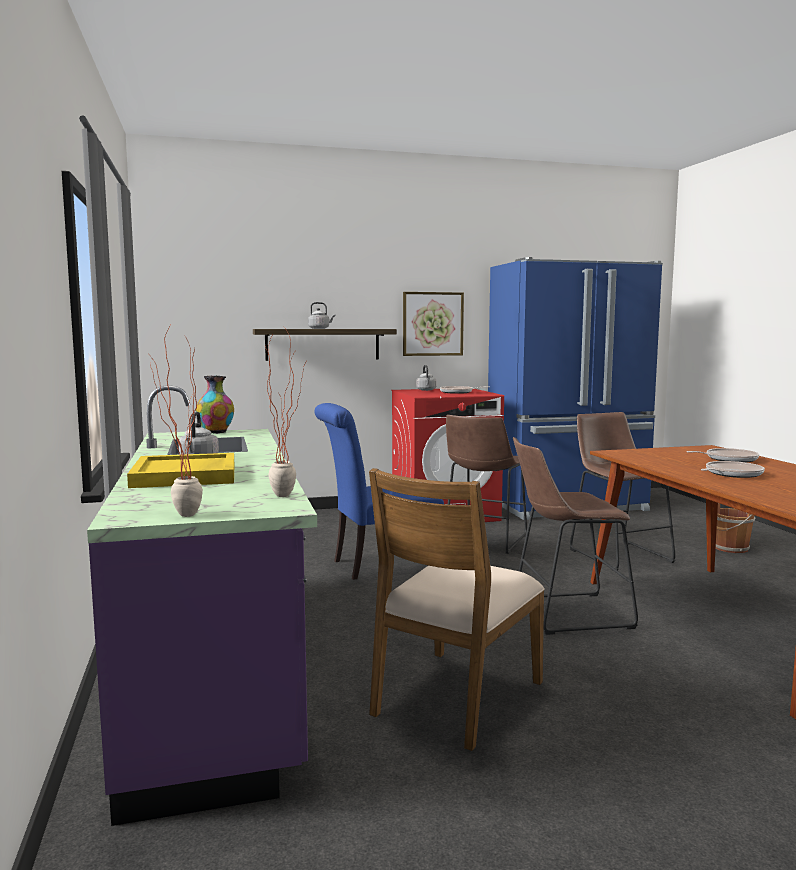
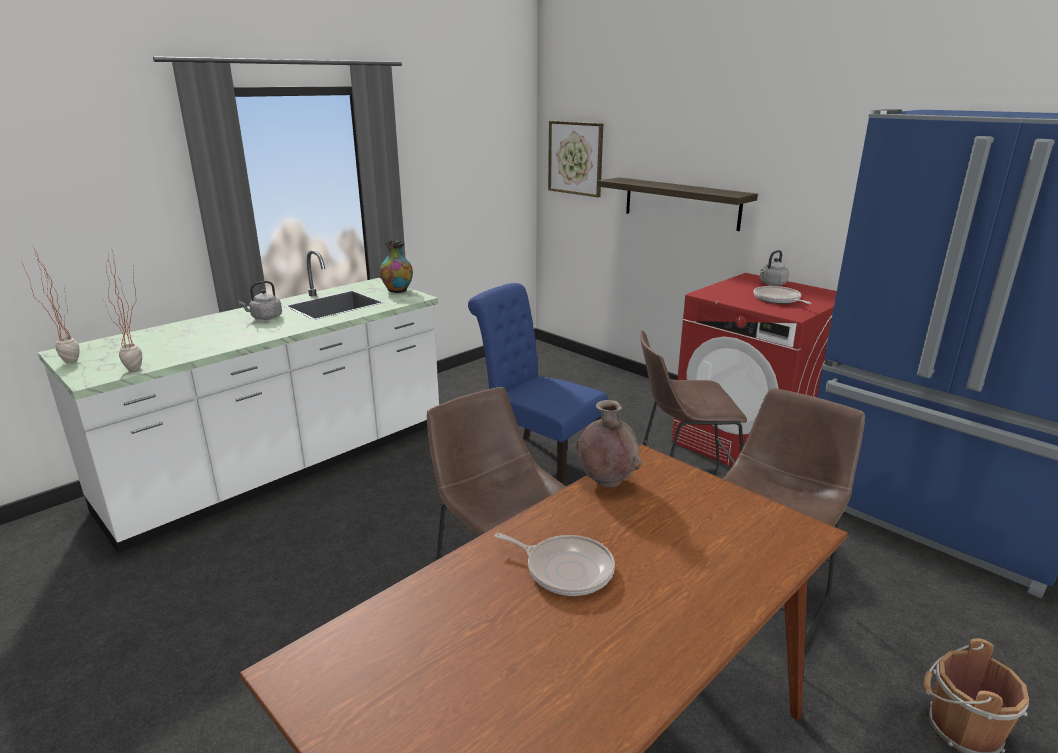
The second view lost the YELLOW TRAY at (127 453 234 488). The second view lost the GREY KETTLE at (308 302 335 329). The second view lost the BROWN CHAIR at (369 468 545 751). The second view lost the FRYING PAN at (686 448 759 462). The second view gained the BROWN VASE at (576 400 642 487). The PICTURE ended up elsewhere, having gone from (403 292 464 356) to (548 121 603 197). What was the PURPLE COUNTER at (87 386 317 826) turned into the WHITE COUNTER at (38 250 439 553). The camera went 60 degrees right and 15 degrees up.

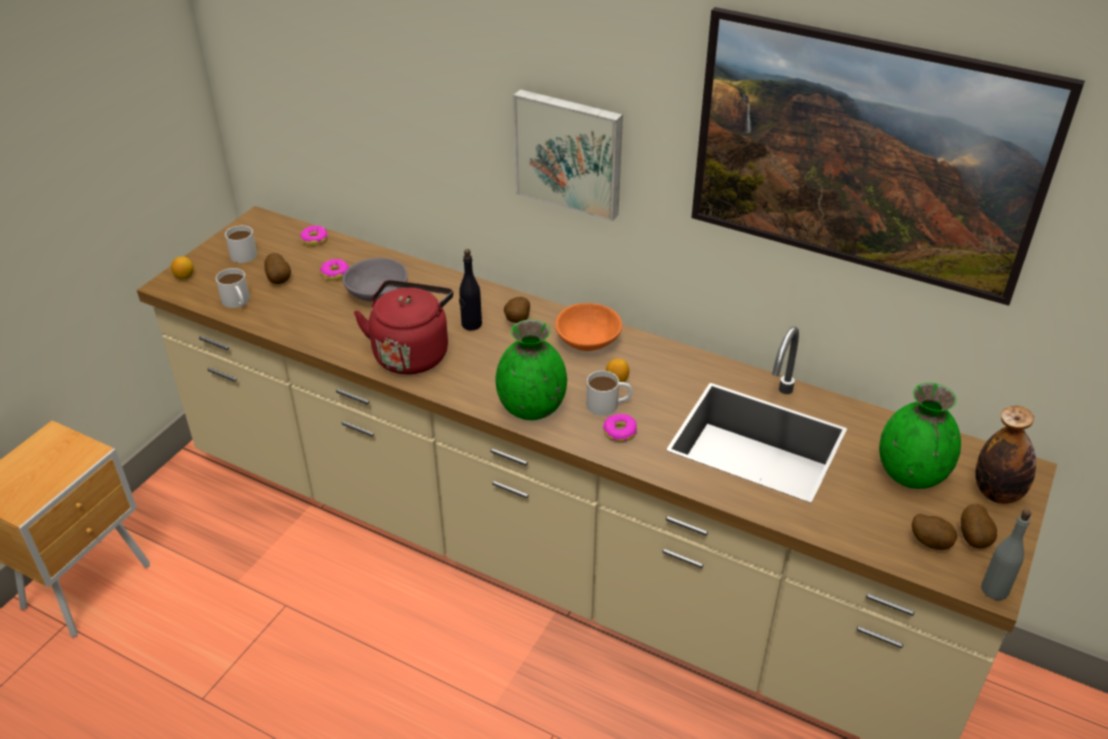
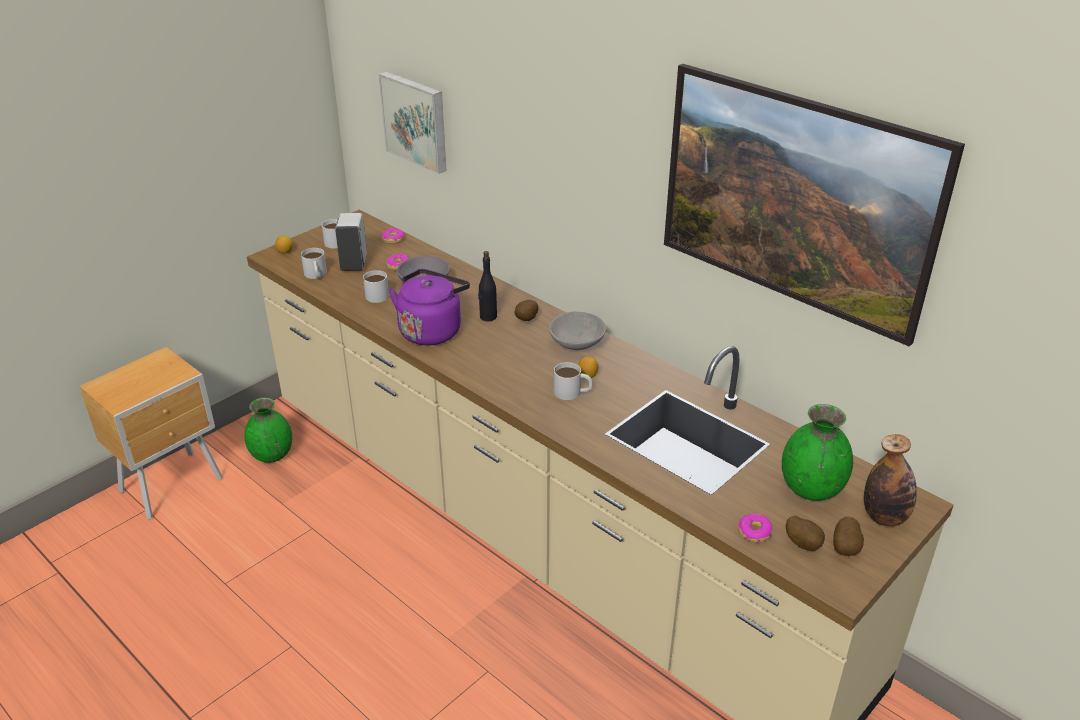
The second view lost the GREY BOTTLE at (981 509 1031 600). The second view gained the WHITE MUG at (363 270 389 303). The GREEN VASE ended up elsewhere, having gone from (496 319 567 420) to (244 398 292 463). The PICTURE ended up elsewhere, having gone from (513 89 623 221) to (379 71 447 174). The DONUT ended up elsewhere, having gone from (603 414 637 442) to (738 514 773 542). Where the POTATO stood at (264 253 291 284), the WHITE SOAP DISPENSER came to stand at (335 213 367 271). What was the RED KETTLE at (354 280 453 374) turned into the PURPLE KETTLE at (389 269 470 345). What was the ORANGE BOWL at (555 303 622 351) turned into the GREY BOWL at (549 312 606 350). The camera went 15 degrees right and 5 degrees down.

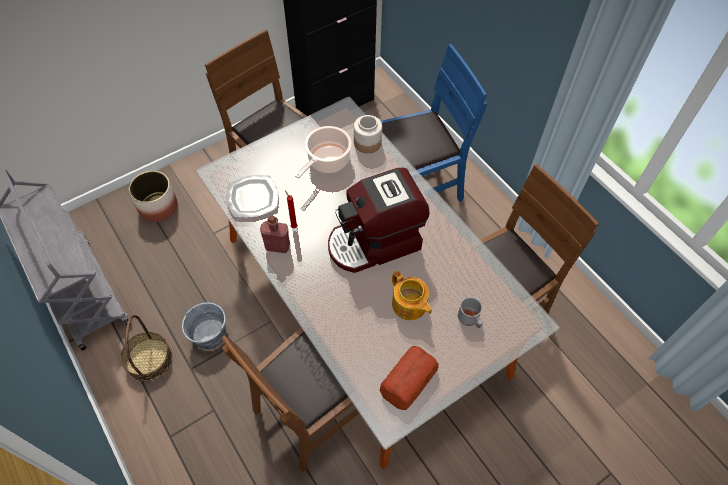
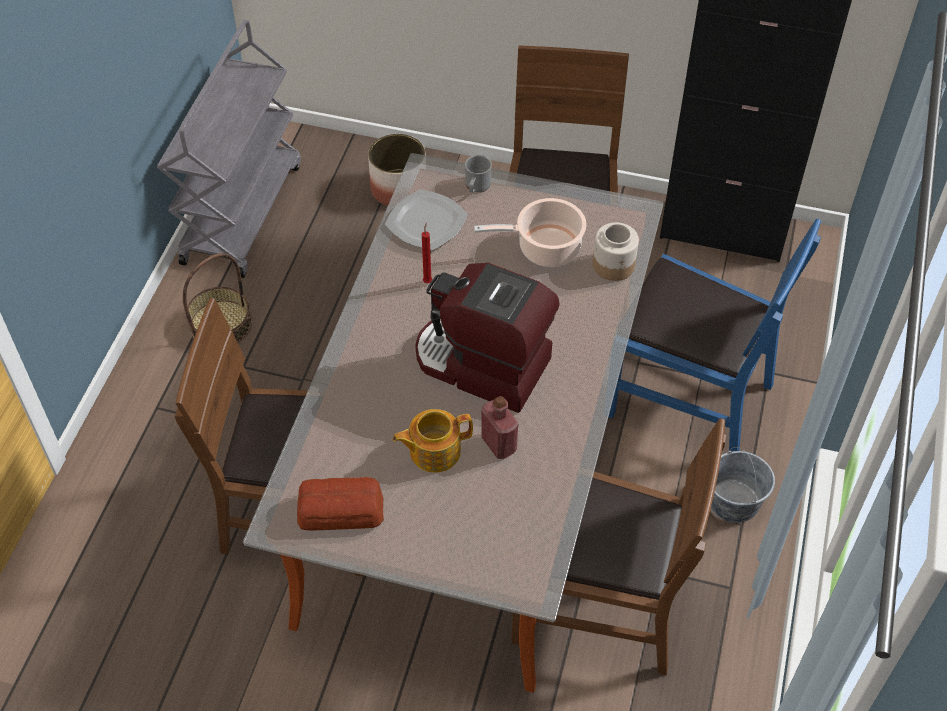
The GREY BUCKET ended up elsewhere, having gone from (182 302 226 350) to (711 447 775 523). The RED BOTTLE ended up elsewhere, having gone from (260 216 290 253) to (481 396 519 459). The GREY MUG ended up elsewhere, having gone from (458 297 483 328) to (465 155 492 192). The TEAPOT at (392 271 432 320) ended up facing another way, 60 degrees clockwise from before. The camera went 50 degrees right and 5 degrees down.

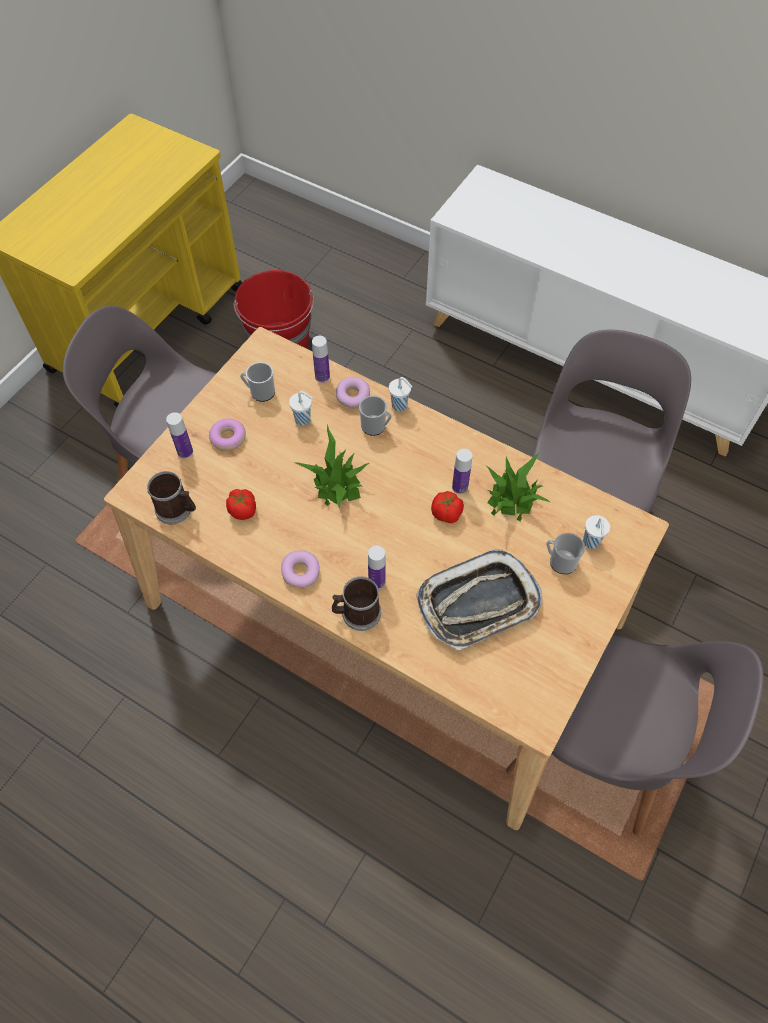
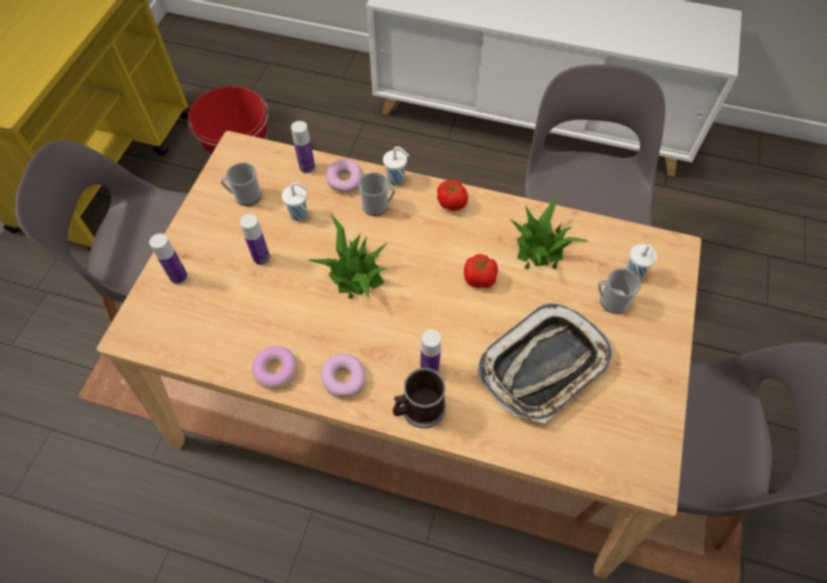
The second view lost the MUG at (147 471 196 524). The DONUT ended up elsewhere, having gone from (209 419 246 451) to (252 346 297 389). The TOMATO ended up elsewhere, having gone from (226 489 256 520) to (437 179 468 211). The BOTTLE ended up elsewhere, having gone from (452 449 472 494) to (240 214 270 265). The camera went 15 degrees left and 0 degrees up.

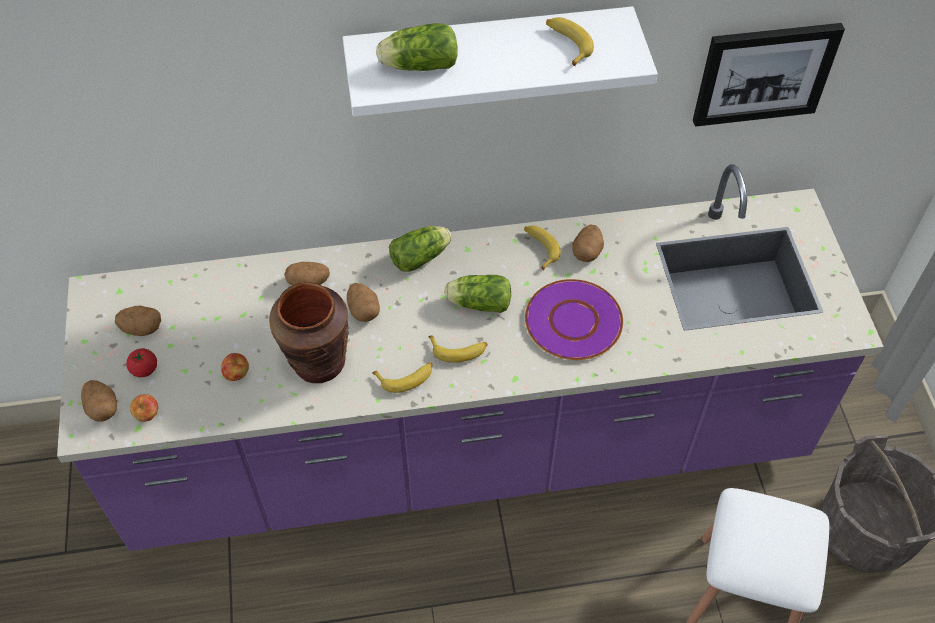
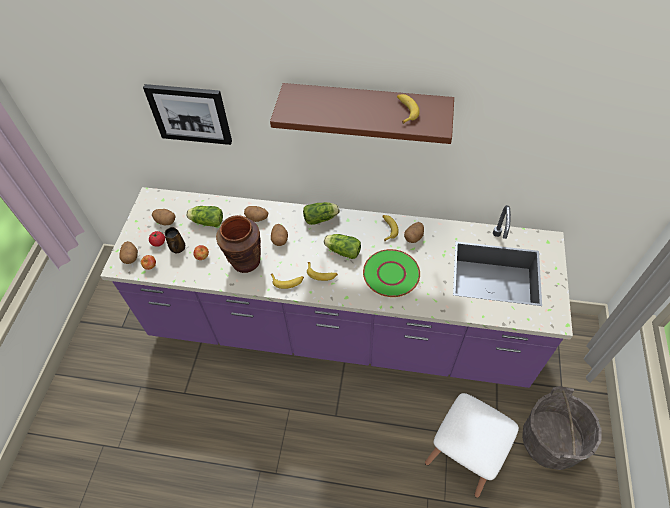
The second view gained the BROWN MUG at (165 227 185 253). The LETTUCE ended up elsewhere, having gone from (376 23 458 71) to (186 206 223 227). The PICTURE ended up elsewhere, having gone from (693 23 845 127) to (143 84 232 145). What was the WHITE SHELF at (342 6 658 117) turned into the BROWN SHELF at (270 83 454 144). What was the PURPLE PLATE at (525 279 623 360) turned into the GREEN PLATE at (363 249 420 297). The camera went 20 degrees right and 0 degrees up.

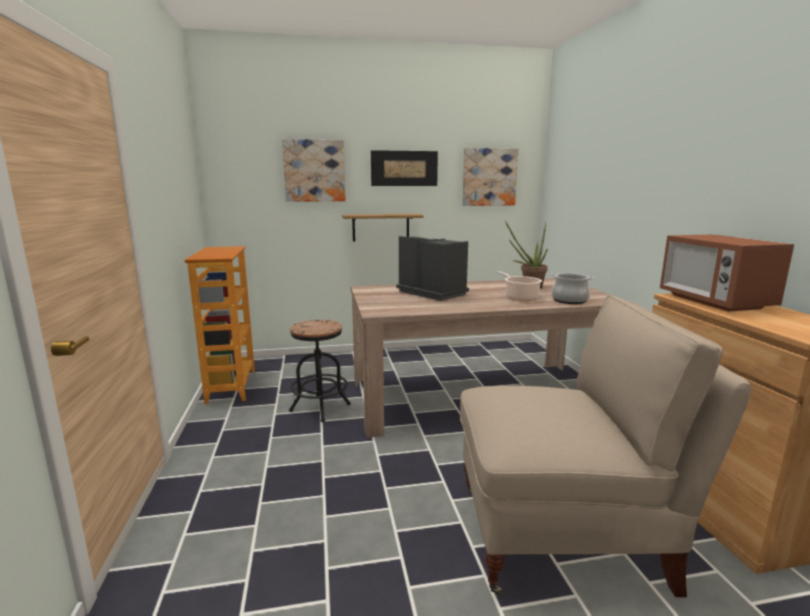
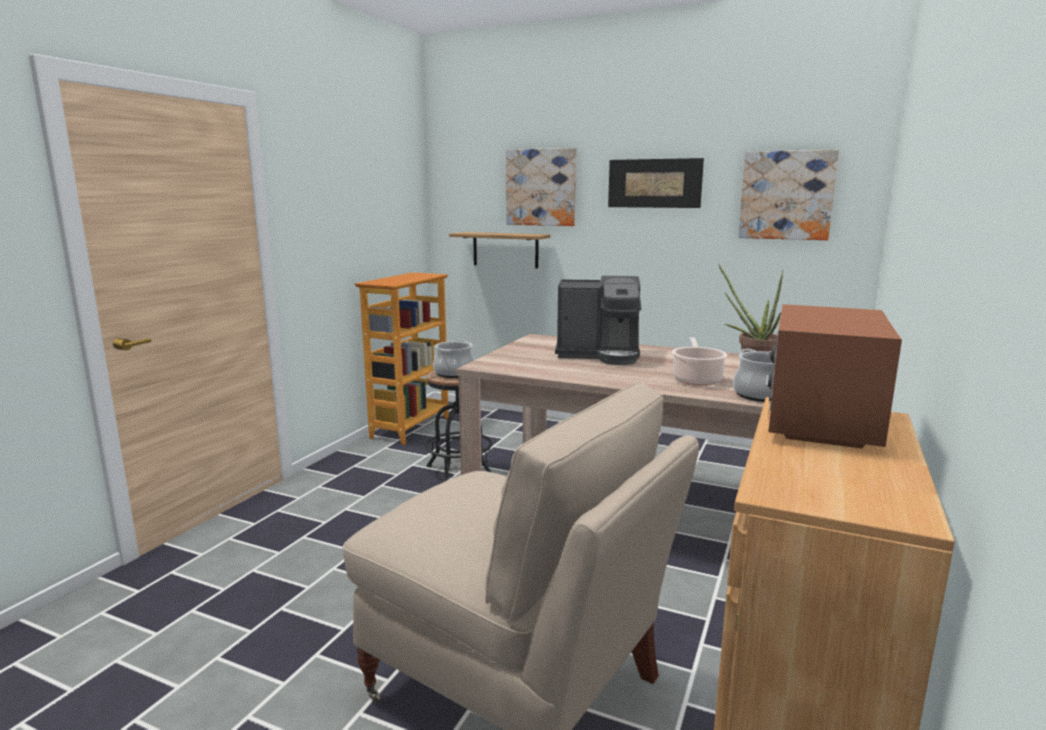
The second view gained the COOKING POT at (433 339 475 378). The SHELF ended up elsewhere, having gone from (342 214 423 242) to (449 232 550 268). The COFFEE MACHINE at (396 236 469 301) ended up facing another way, 105 degrees clockwise from before. The camera went 35 degrees right and 0 degrees up.

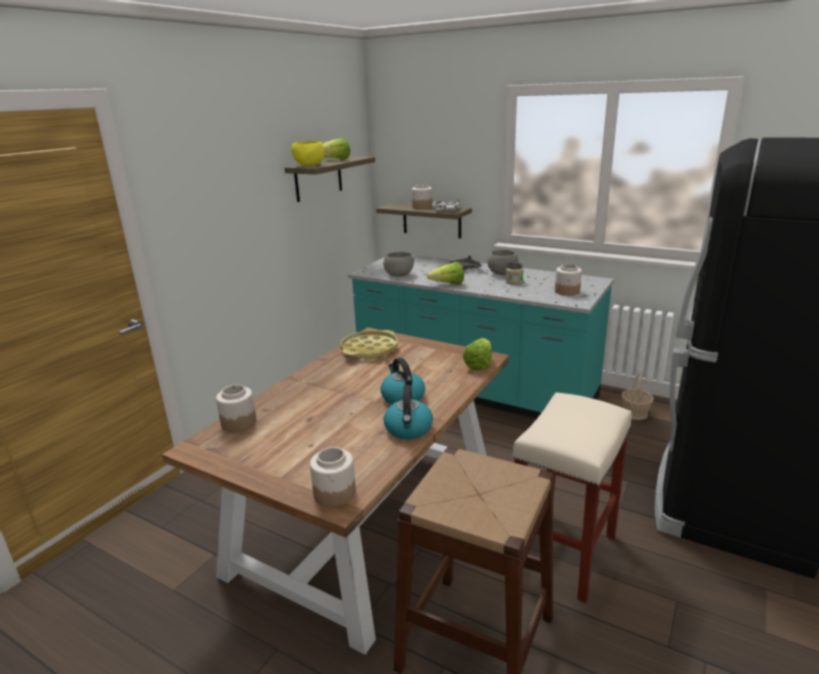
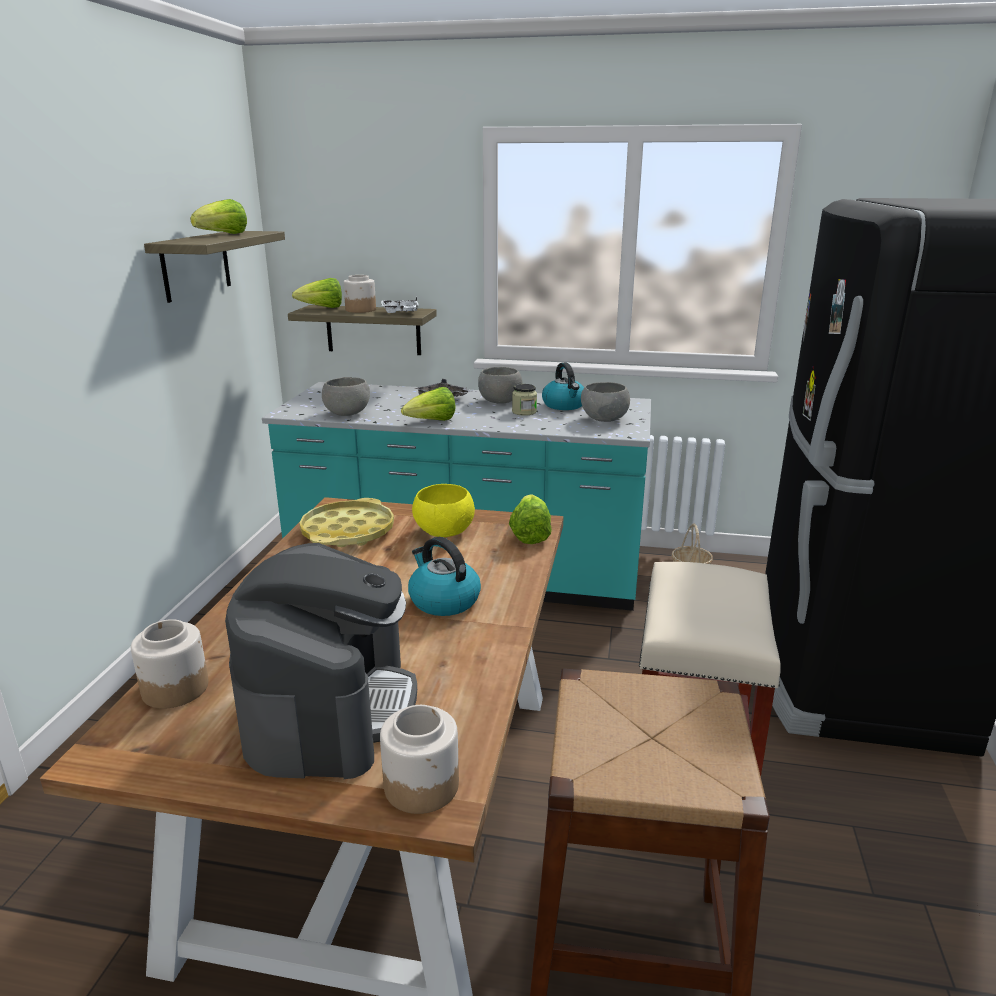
The second view gained the COFFEE MACHINE at (225 543 417 779). The second view gained the LETTUCE at (292 278 342 308). The YELLOW BOWL ended up elsewhere, having gone from (291 141 325 166) to (412 484 475 537). The KETTLE ended up elsewhere, having gone from (384 385 433 439) to (542 362 584 410). Where the JAR stood at (555 264 582 296), the GREY BOWL came to stand at (581 382 630 422). The camera went 20 degrees left and 0 degrees up.

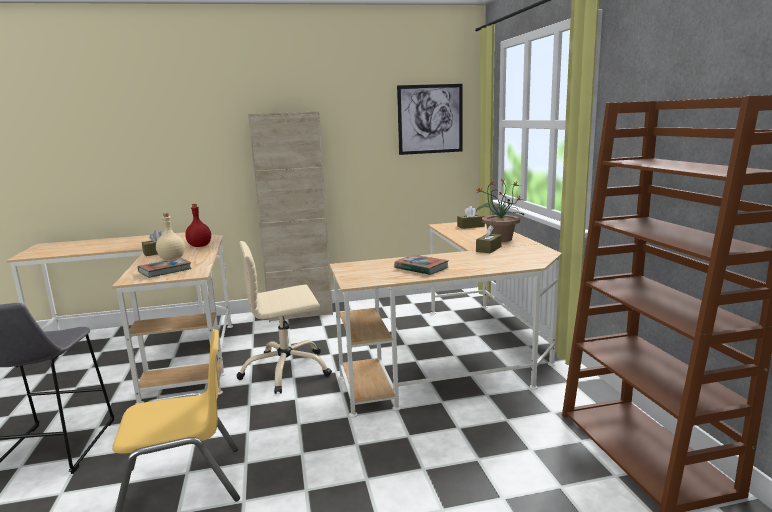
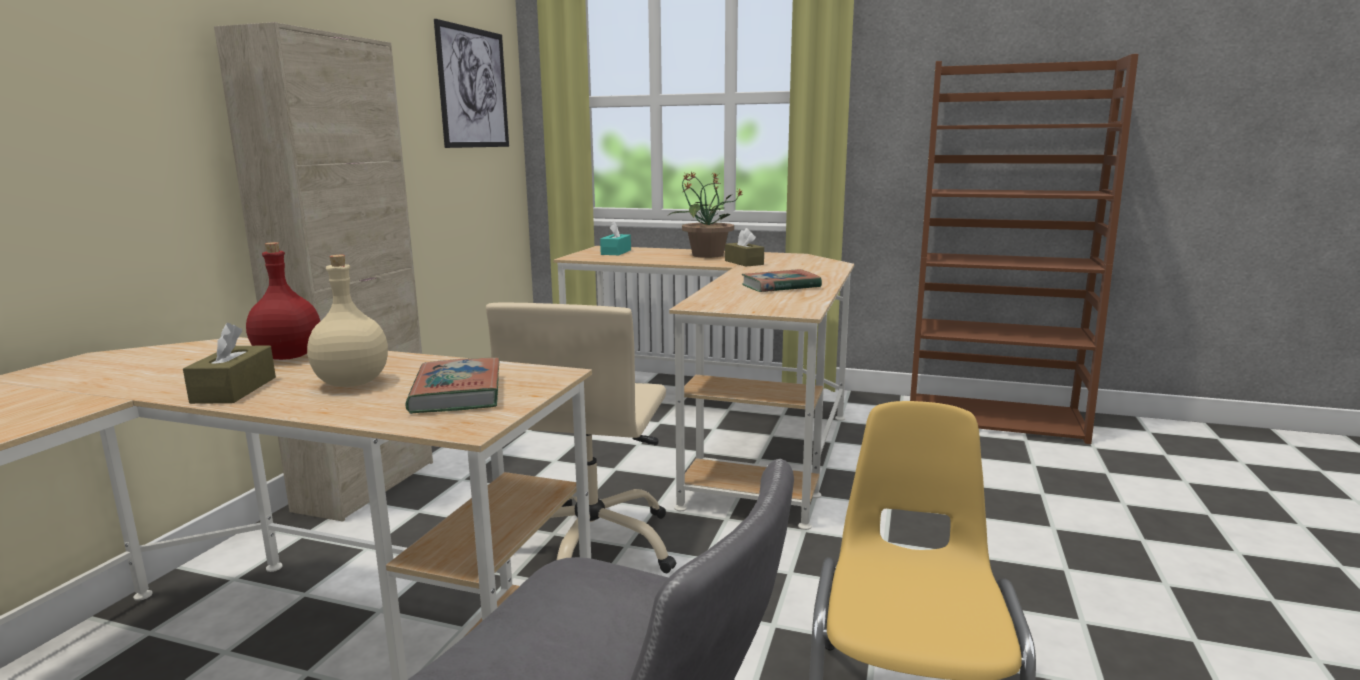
What was the BROWN TISSUE BOX at (457 206 485 229) turned into the TURQUOISE TISSUE BOX at (600 221 631 255). The camera went 60 degrees left and 0 degrees up.

